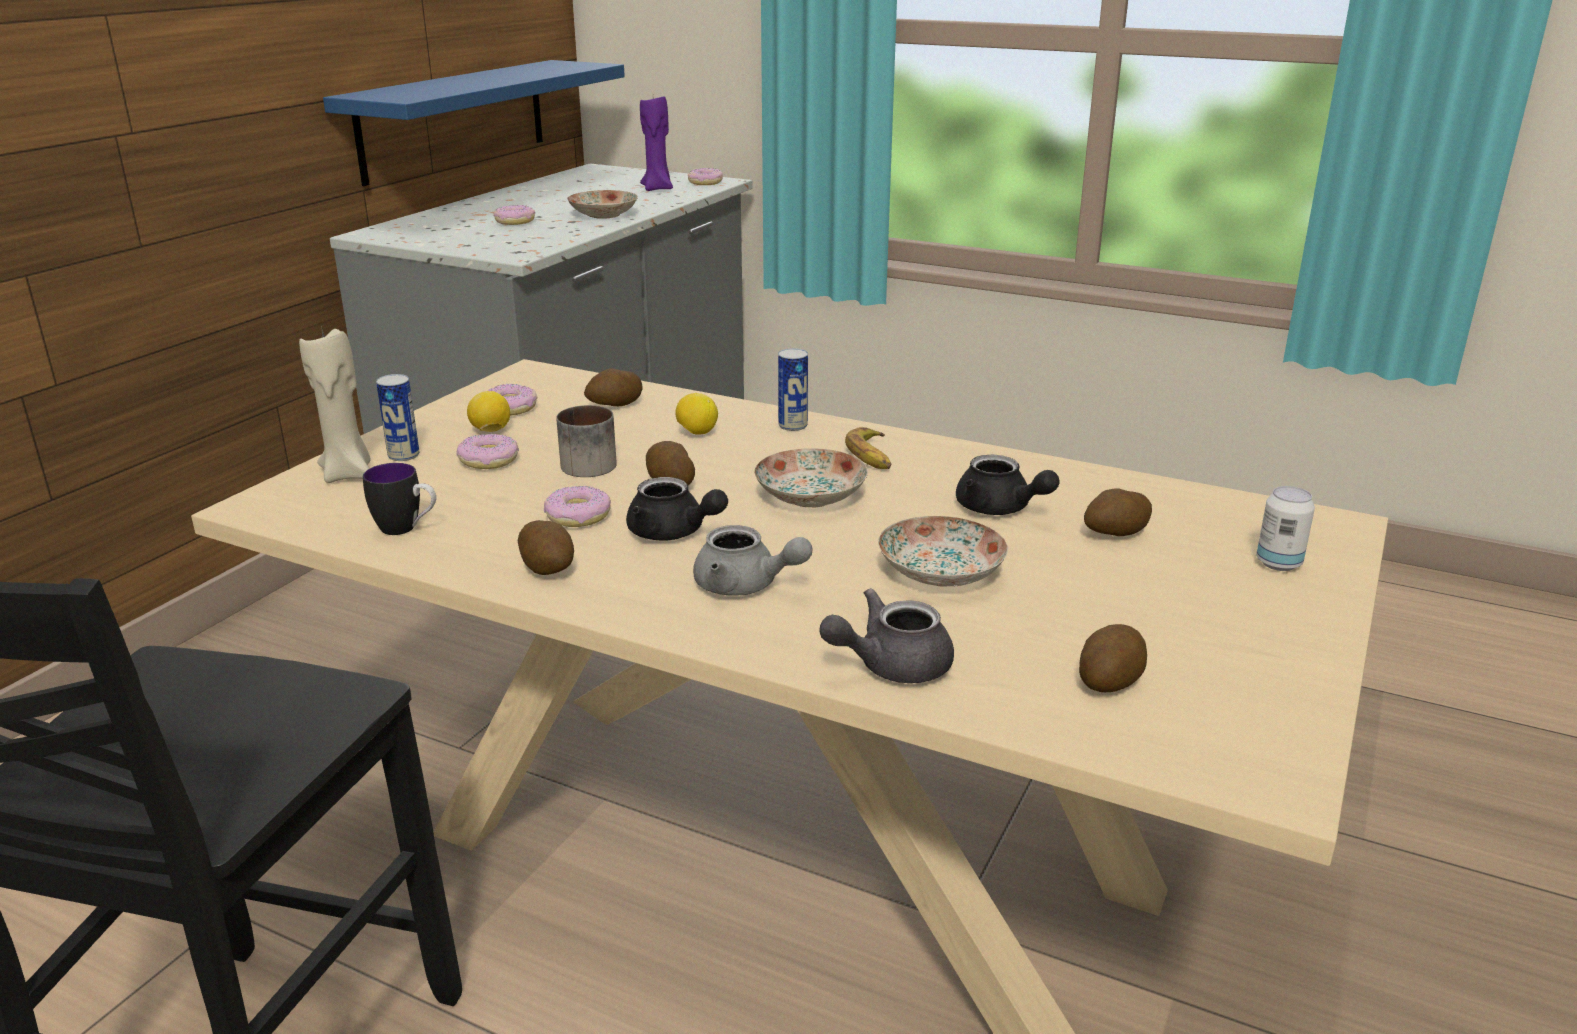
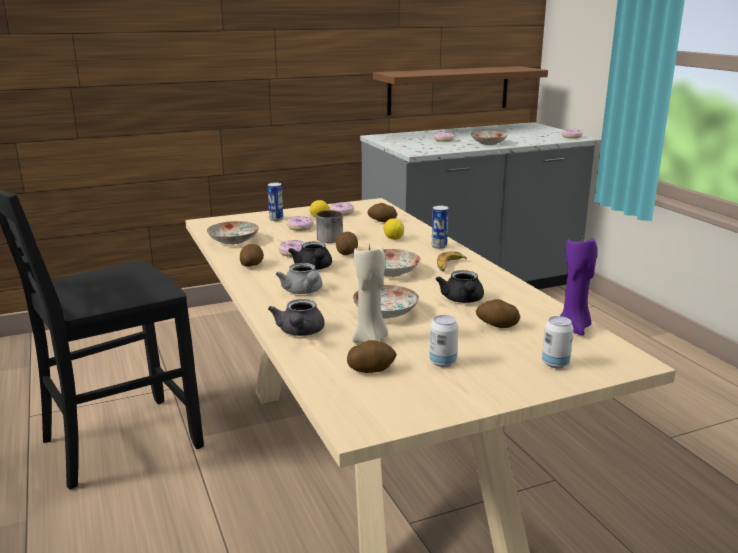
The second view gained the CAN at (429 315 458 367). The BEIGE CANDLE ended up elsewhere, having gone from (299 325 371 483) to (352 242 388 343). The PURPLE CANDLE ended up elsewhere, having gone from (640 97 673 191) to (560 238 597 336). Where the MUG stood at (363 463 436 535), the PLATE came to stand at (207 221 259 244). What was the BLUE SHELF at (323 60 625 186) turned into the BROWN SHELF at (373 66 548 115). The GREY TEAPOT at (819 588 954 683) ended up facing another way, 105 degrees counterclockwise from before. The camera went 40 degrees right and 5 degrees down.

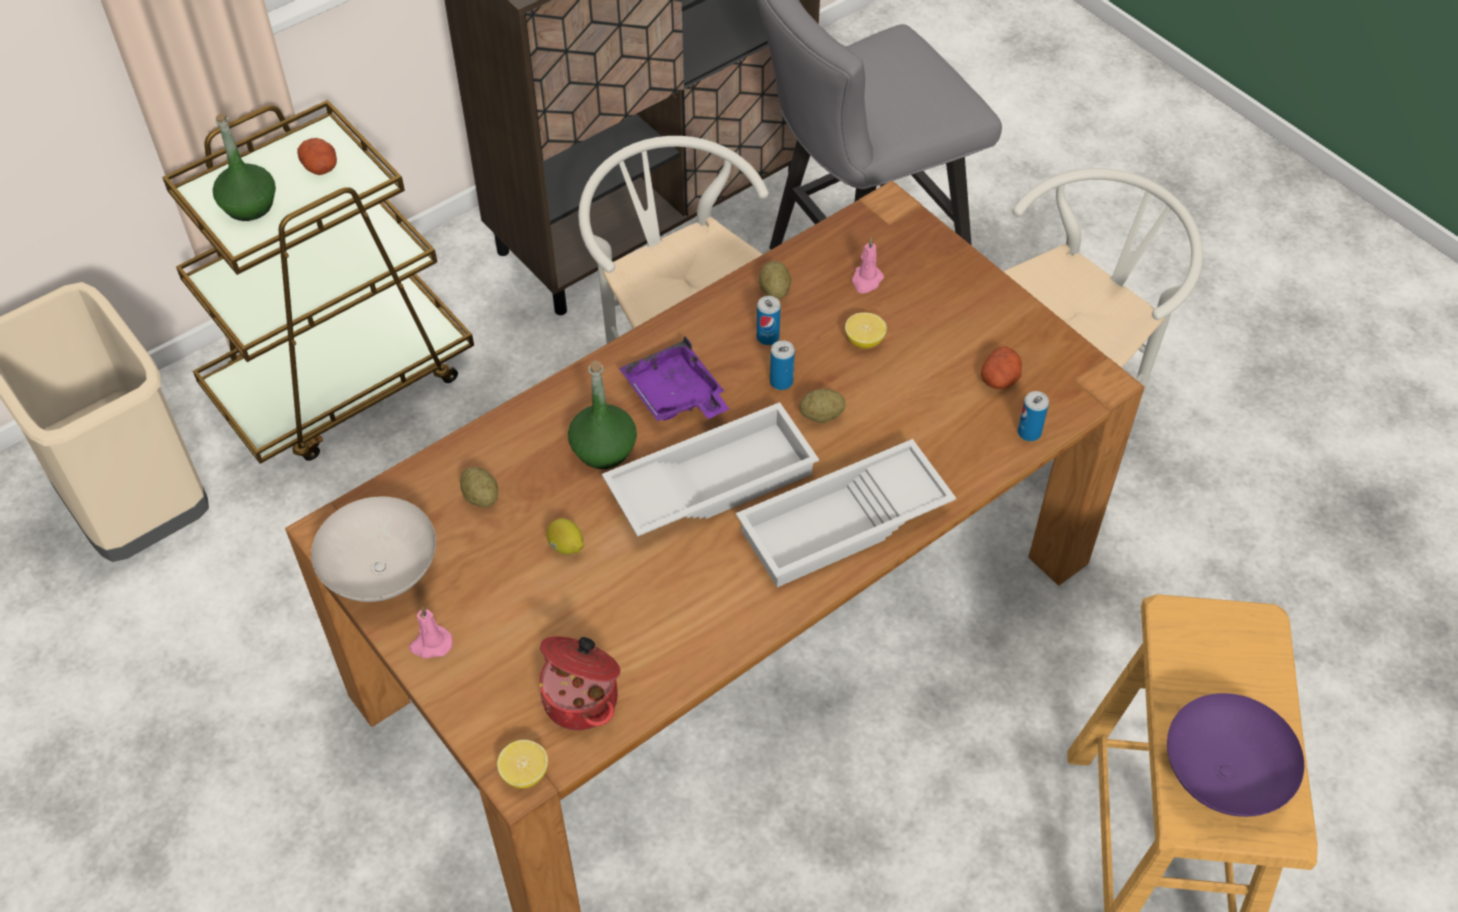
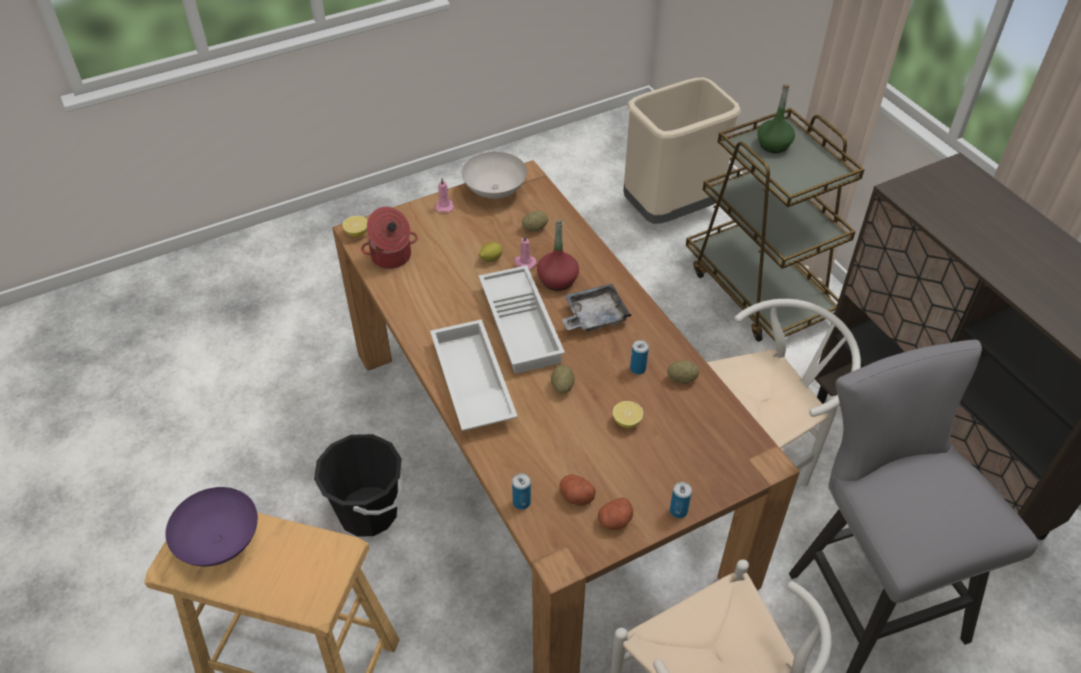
The second view gained the BLACK BUCKET at (314 434 404 537). The POTATO ended up elsewhere, having gone from (297 138 337 175) to (598 498 633 530). The CAN ended up elsewhere, having gone from (770 340 795 390) to (670 482 692 518). The PINK CANDLE ended up elsewhere, having gone from (852 238 884 294) to (514 235 536 270). What was the GREEN BOTTLE at (568 360 637 469) turned into the RED BOTTLE at (537 217 579 291). What was the PURPLE TRAY at (619 336 730 421) turned into the GREY TRAY at (562 284 632 332). The camera went 100 degrees right and 5 degrees down.

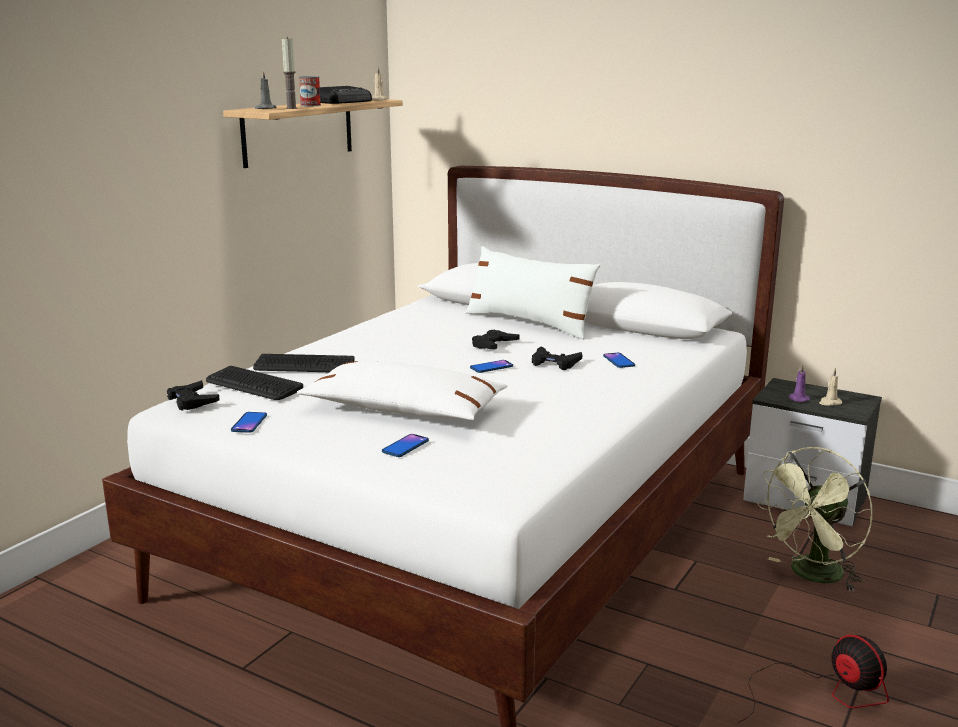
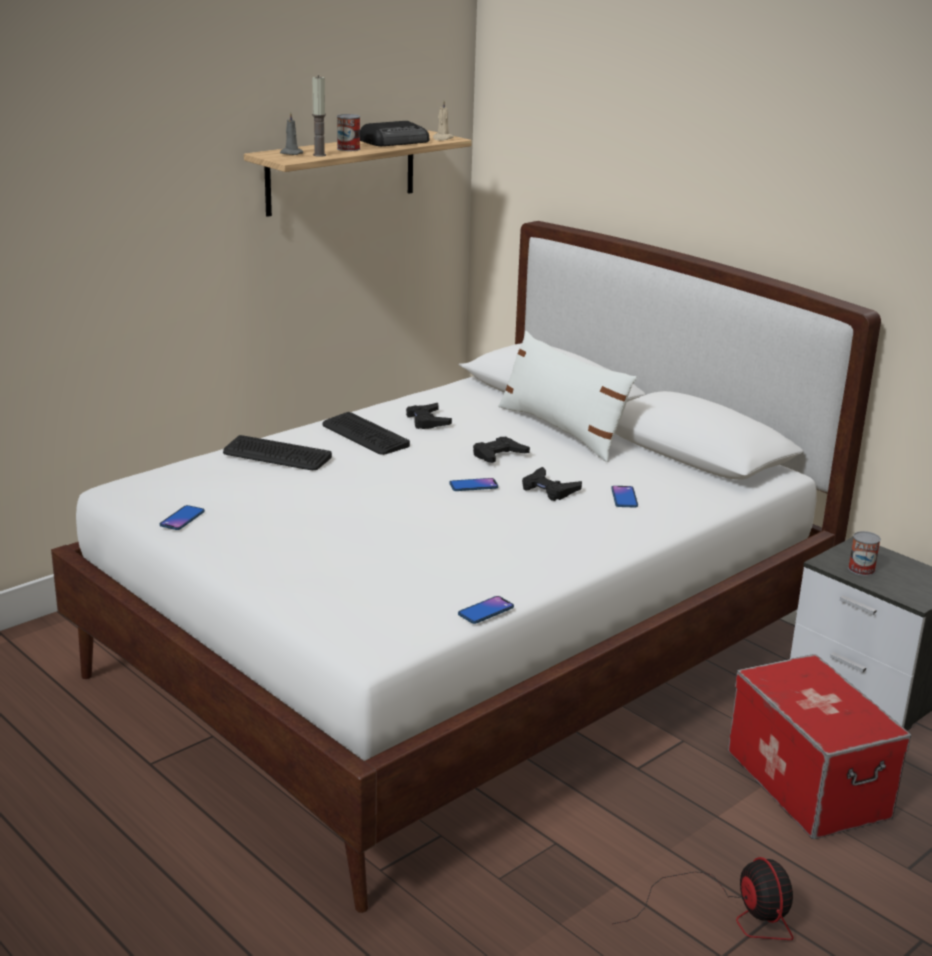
The second view lost the WHITE PILLOW at (297 361 508 420). The second view lost the BEIGE CANDLE at (819 368 842 405). The BLACK GAME CONTROLLER ended up elsewhere, having gone from (167 380 220 411) to (406 403 452 429). The KEYBOARD ended up elsewhere, having gone from (206 366 303 400) to (323 412 410 455). The PHONE ended up elsewhere, having gone from (382 434 429 457) to (458 596 514 624). Where the GREEN FAN stood at (756 447 873 592), the STORAGE BOX came to stand at (728 654 911 839). Where the PURPLE CANDLE stood at (789 365 810 402), the CAN came to stand at (848 531 881 576). The camera went 15 degrees right and 5 degrees up.

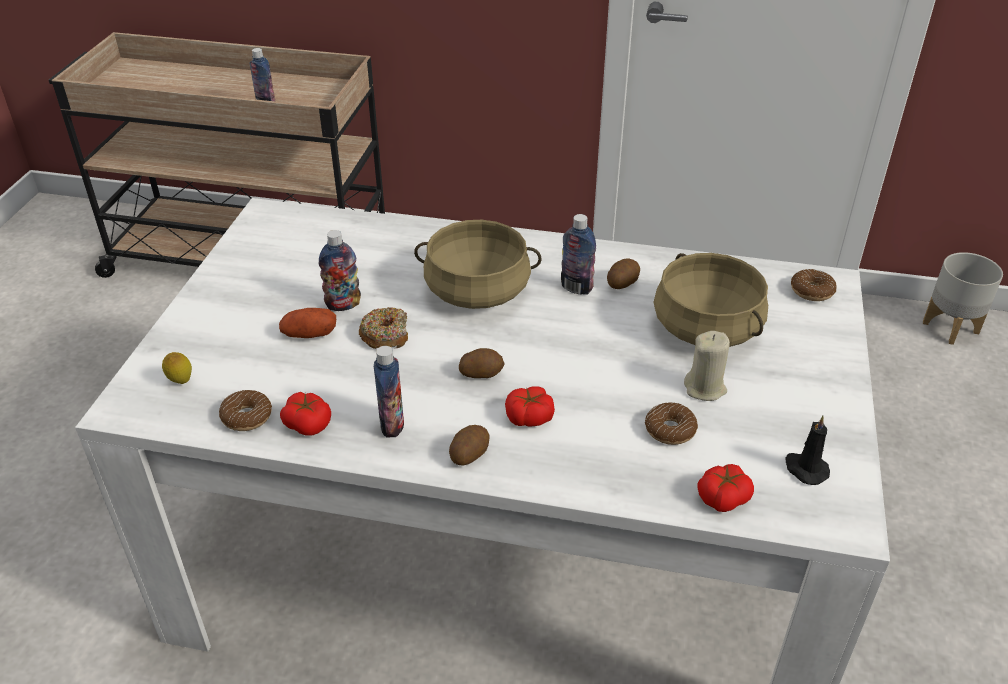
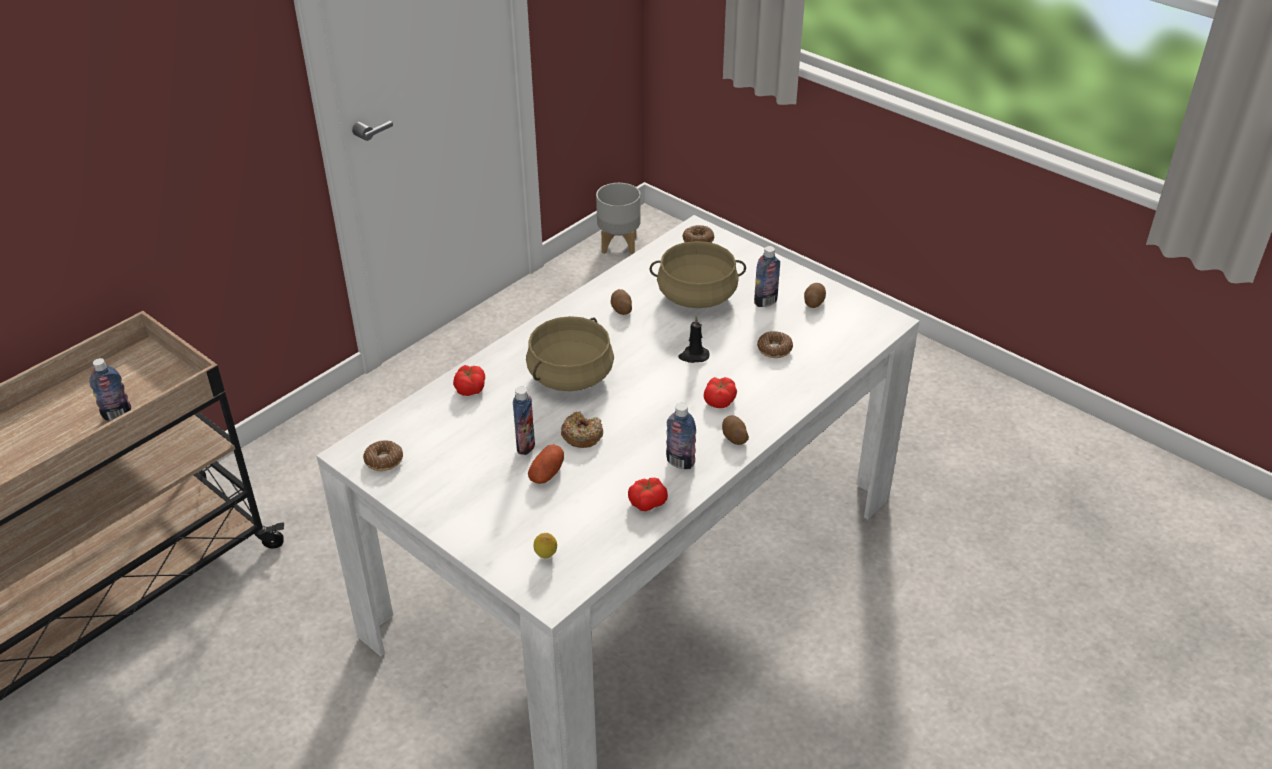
The second view lost the BEIGE CANDLE at (684 331 730 401). The DONUT ended up elsewhere, having gone from (219 390 272 431) to (363 440 403 471). The POTATO ended up elsewhere, having gone from (459 348 505 378) to (804 283 826 308). The BOTTLE ended up elsewhere, having gone from (561 214 596 295) to (754 246 780 307). The TOMATO ended up elsewhere, having gone from (697 464 754 512) to (453 365 485 396). The BLACK CANDLE ended up elsewhere, having gone from (785 416 830 485) to (678 316 709 363). The camera went 60 degrees left and 0 degrees up.

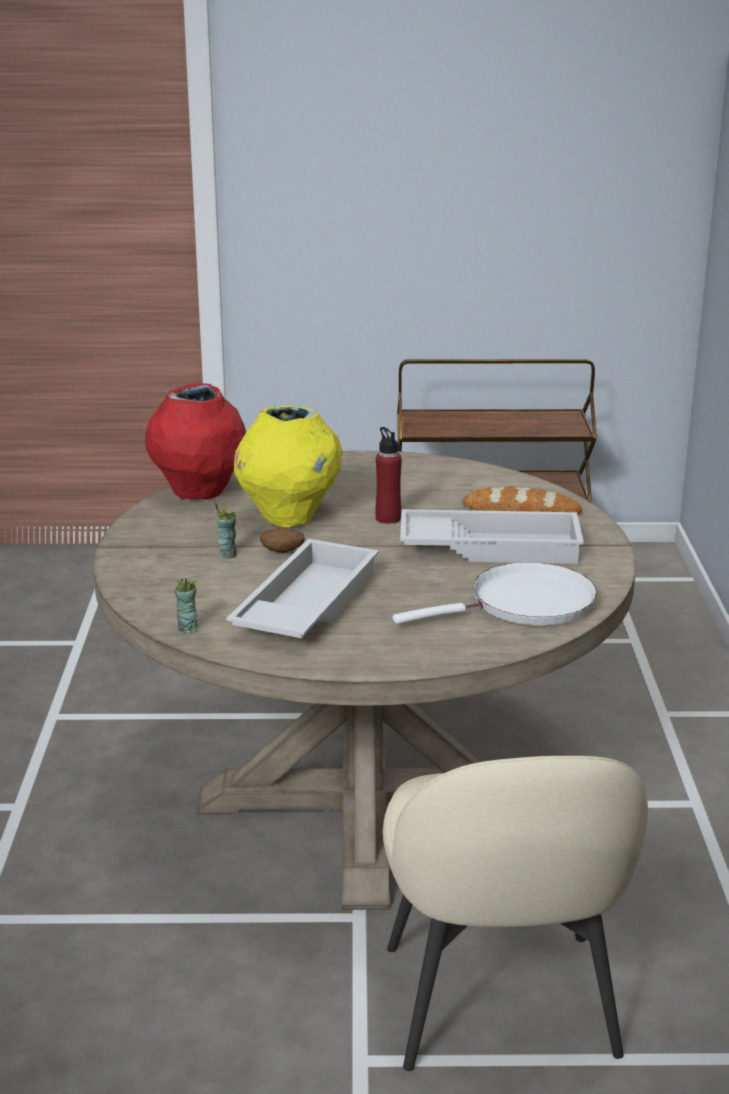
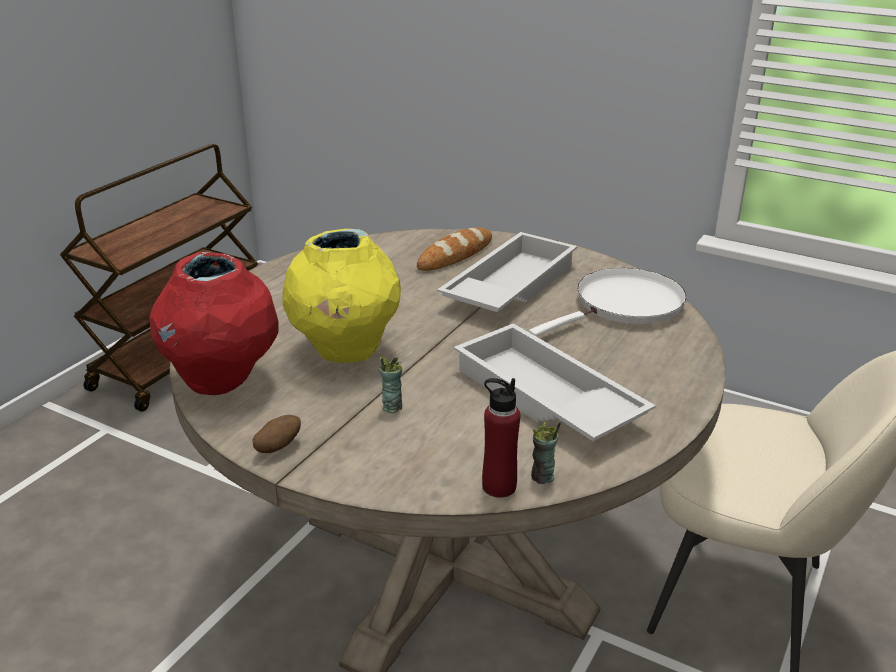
The POTATO ended up elsewhere, having gone from (260 527 305 553) to (252 415 301 453). The RED BOTTLE ended up elsewhere, having gone from (375 427 402 524) to (482 378 520 498). The WHITE FRYING PAN at (393 562 597 625) ended up facing another way, 45 degrees clockwise from before. The camera went 60 degrees left and 5 degrees up.

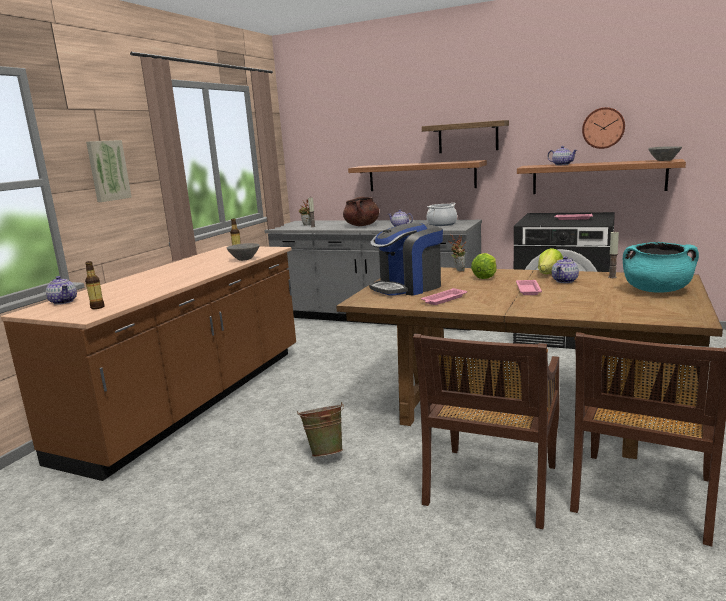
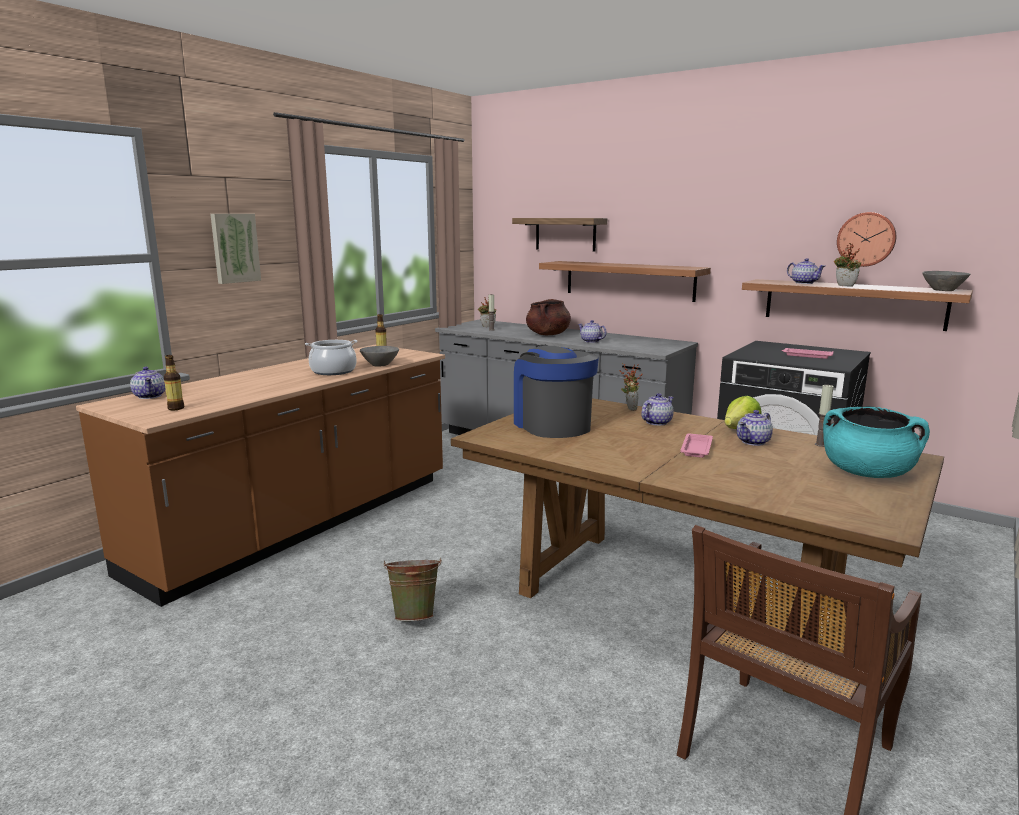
The second view lost the BROWN CHAIR at (413 334 560 529). The second view lost the PINK TRAY at (421 288 467 305). The second view gained the POTTED PLANT at (834 243 862 286). The SHELF ended up elsewhere, having gone from (422 120 509 153) to (512 218 607 251). The COOKING POT ended up elsewhere, having gone from (427 203 457 226) to (305 340 358 375). Where the LETTUCE stood at (471 253 497 279), the TEAPOT came to stand at (641 393 674 426). The COFFEE MACHINE at (369 223 443 296) ended up facing another way, 90 degrees clockwise from before. The camera went 10 degrees right and 0 degrees up.

